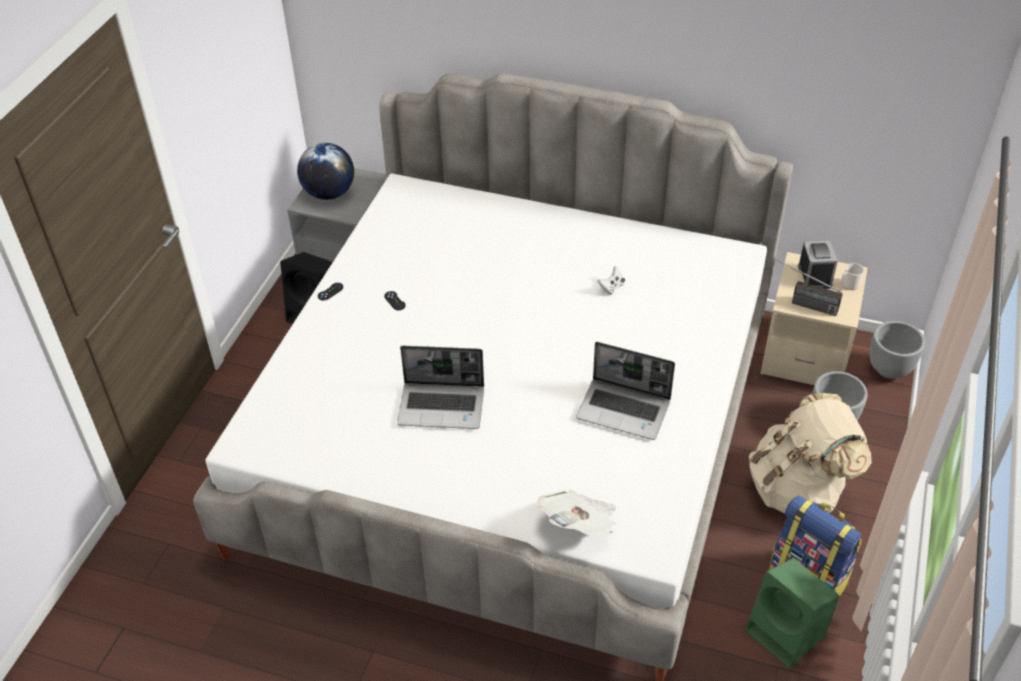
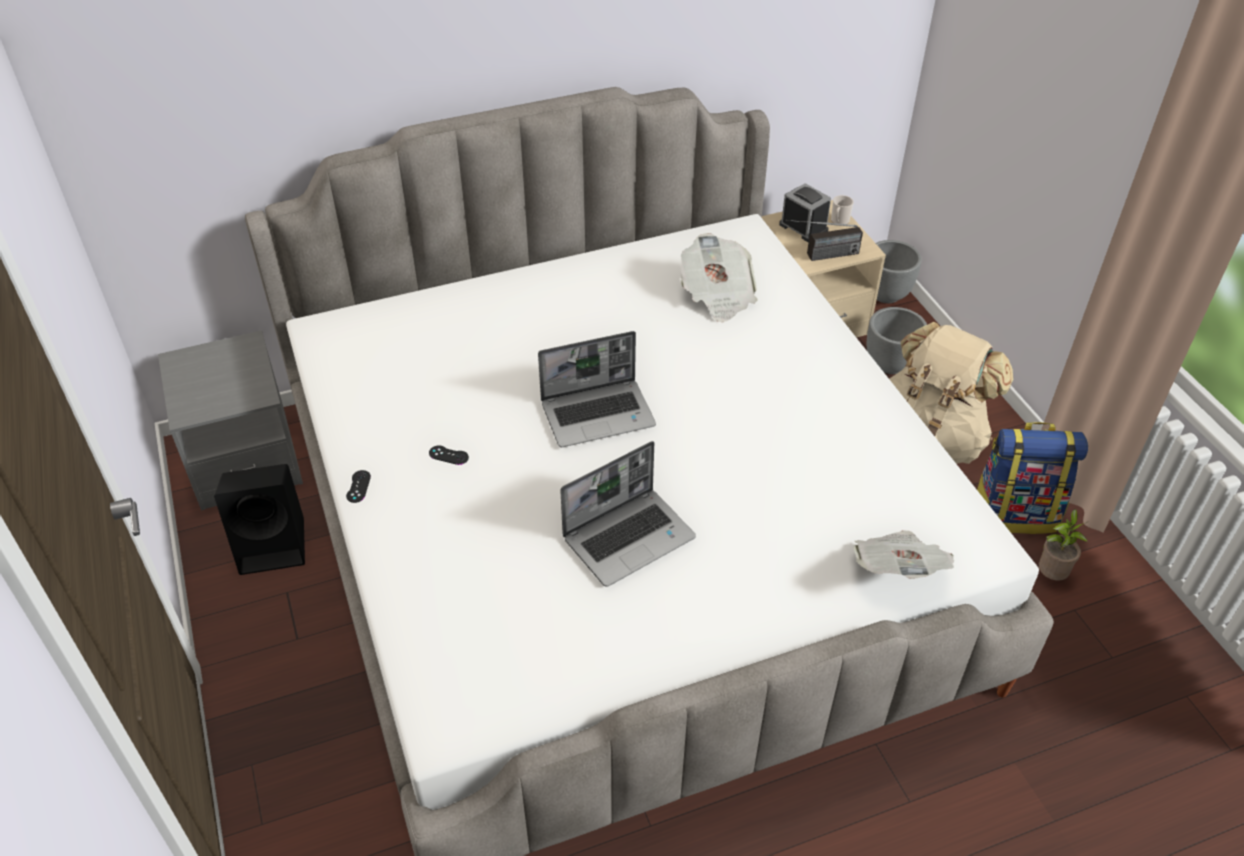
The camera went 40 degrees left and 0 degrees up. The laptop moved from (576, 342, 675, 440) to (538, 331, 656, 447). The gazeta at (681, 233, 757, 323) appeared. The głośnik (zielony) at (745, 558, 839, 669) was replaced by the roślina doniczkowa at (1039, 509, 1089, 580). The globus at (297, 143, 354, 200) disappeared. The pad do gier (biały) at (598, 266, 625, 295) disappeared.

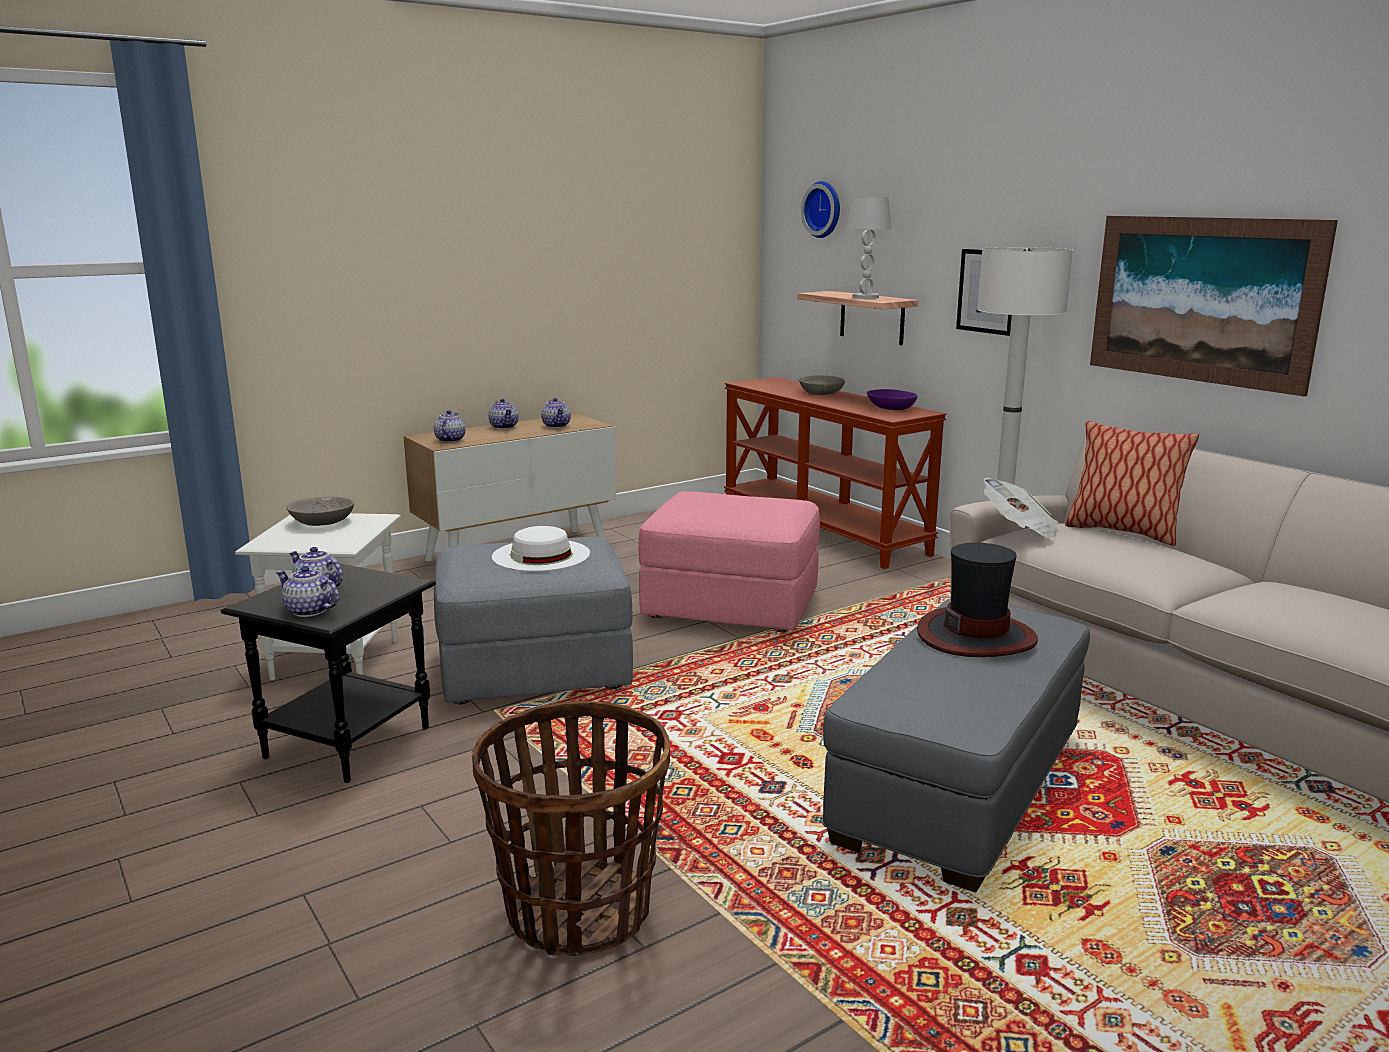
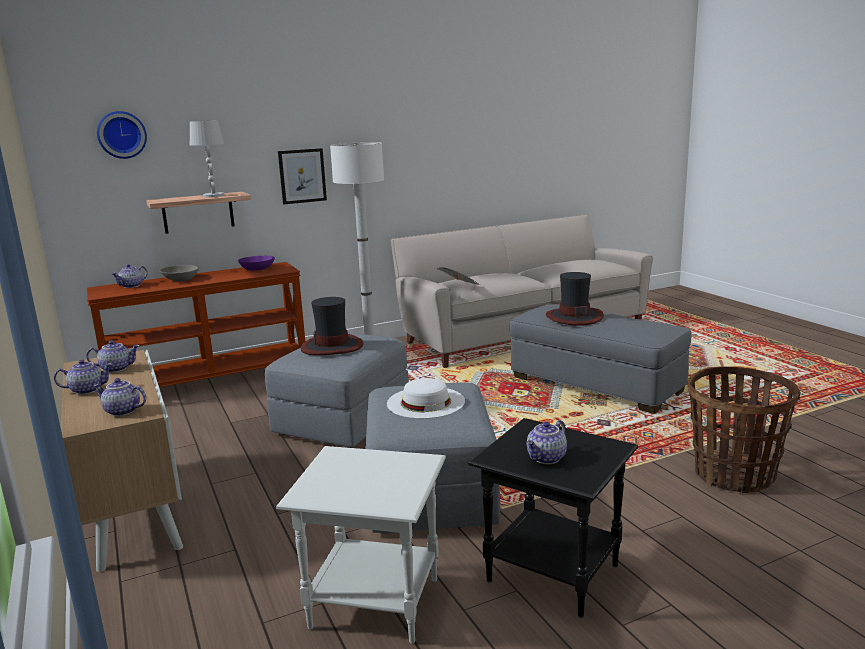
The camera went 80 degrees left and 0 degrees up. The imbryk moved from (276, 566, 339, 617) to (111, 264, 147, 288). The pufa (różowy) at (639, 491, 820, 632) became the pufa (szary) at (265, 332, 409, 448). The kapelusz at (300, 297, 364, 355) appeared. The miska (szary) at (286, 497, 354, 526) disappeared. The poduszka at (1065, 421, 1199, 546) disappeared. The obraz at (1090, 216, 1338, 397) disappeared.

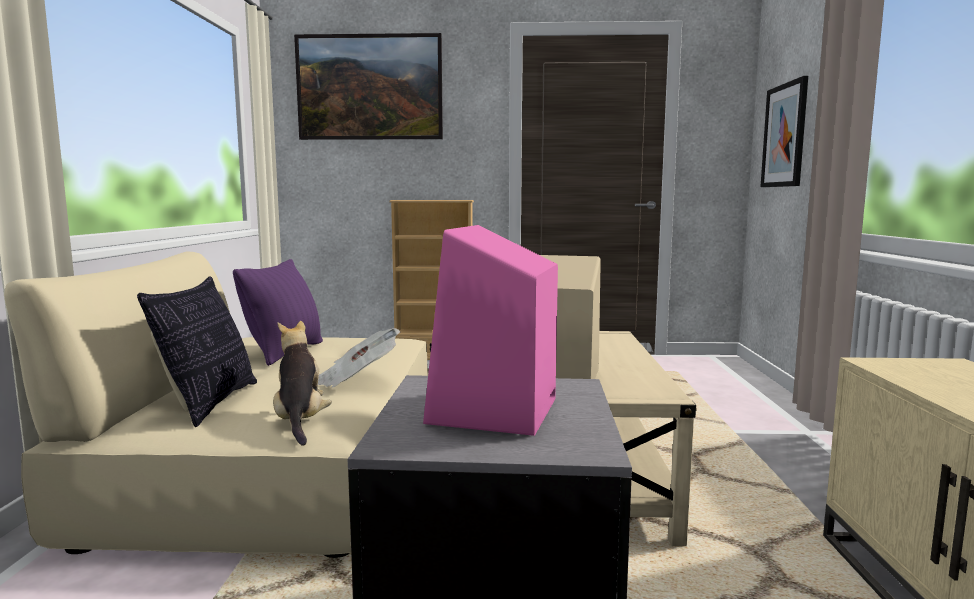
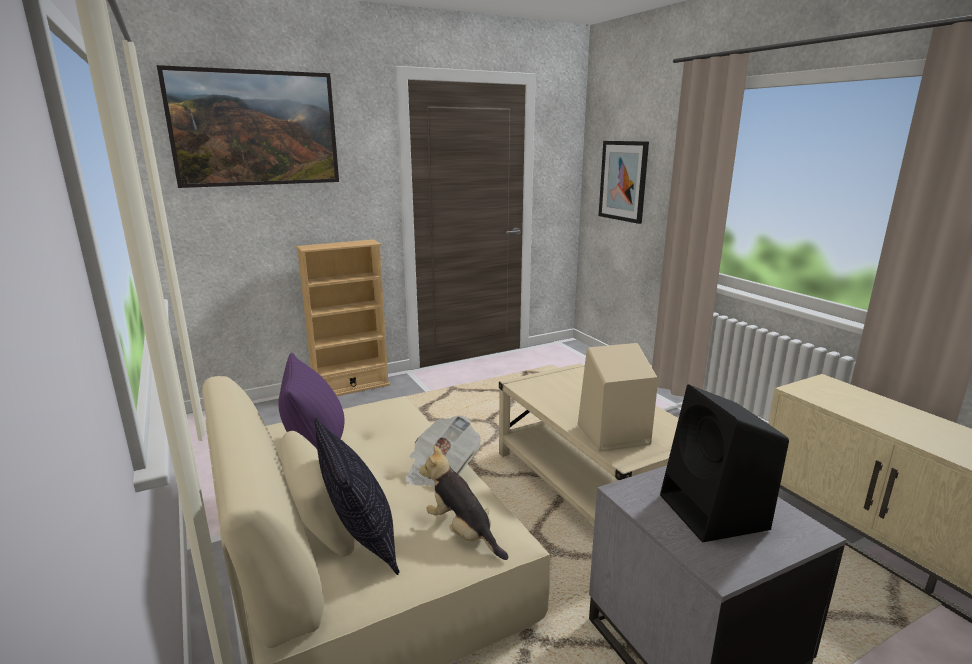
The camera went 30 degrees left and 10 degrees up. The głośnik (różowy) at (423, 225, 558, 436) became the głośnik (czarny) at (660, 384, 789, 542).

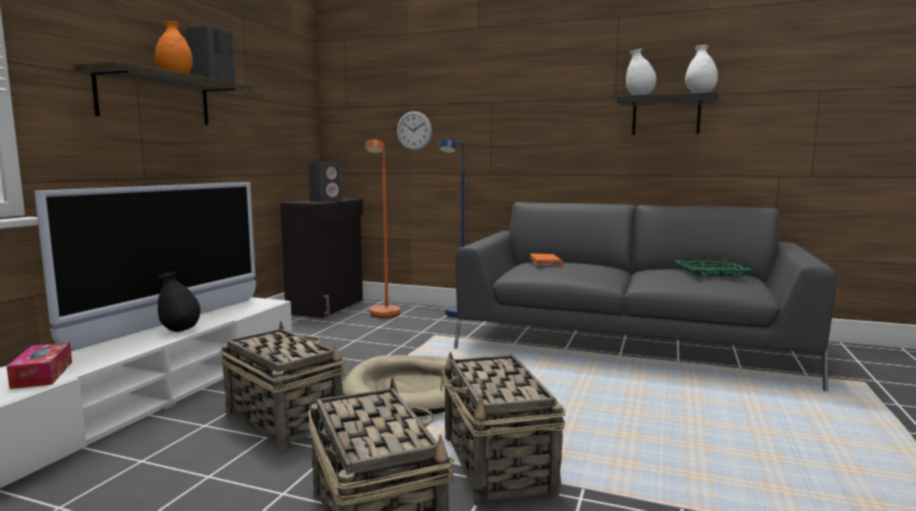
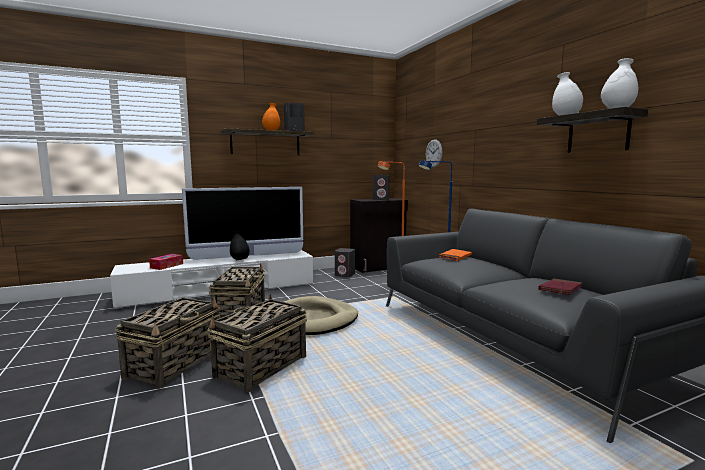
The camera went 45 degrees right and 0 degrees up. The głośnik (szary) at (335, 248, 355, 277) appeared. The taca (zielony) at (675, 260, 752, 276) was replaced by the książka (czerwony) at (538, 278, 583, 295).

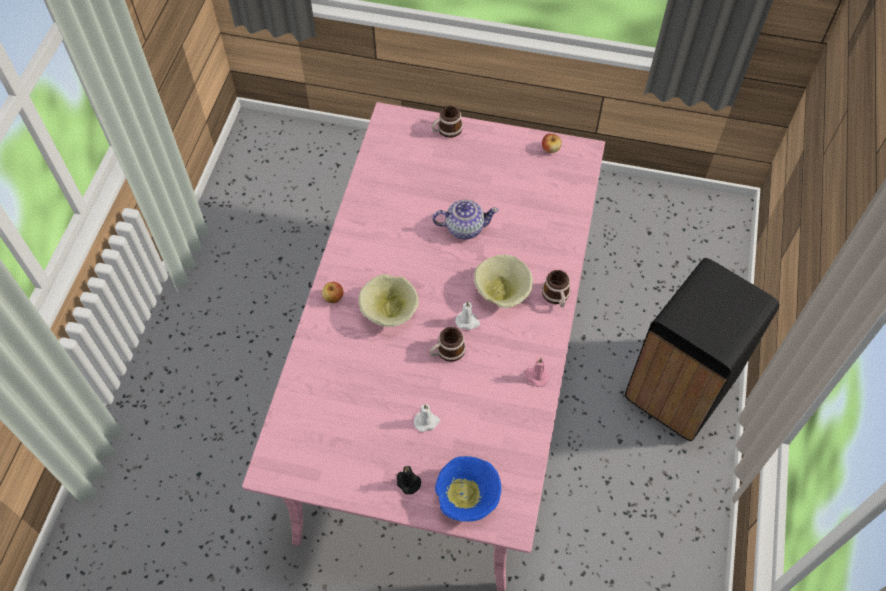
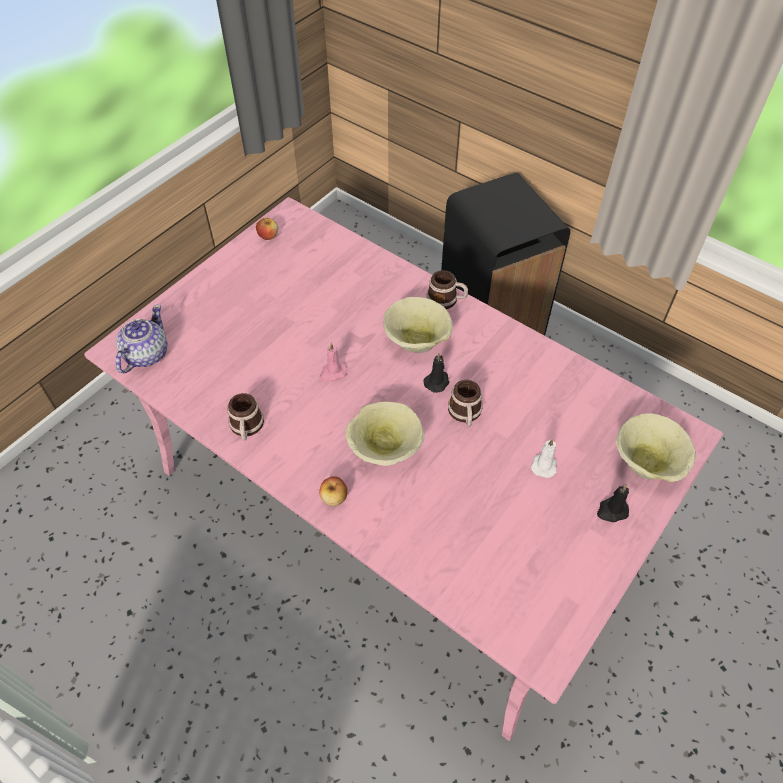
The camera went 65 degrees left and 5 degrees down. The imbryk moved from (432, 200, 499, 240) to (116, 304, 168, 373). The kubek moved from (432, 106, 463, 138) to (227, 393, 264, 441). The świeca (różowy) moved from (525, 358, 550, 387) to (320, 343, 347, 382). The świeca (biały) at (455, 301, 480, 330) became the świeca (czarny) at (423, 353, 450, 393). The miska (niebieski) at (435, 456, 501, 522) became the miska (beżowy) at (616, 413, 696, 482).

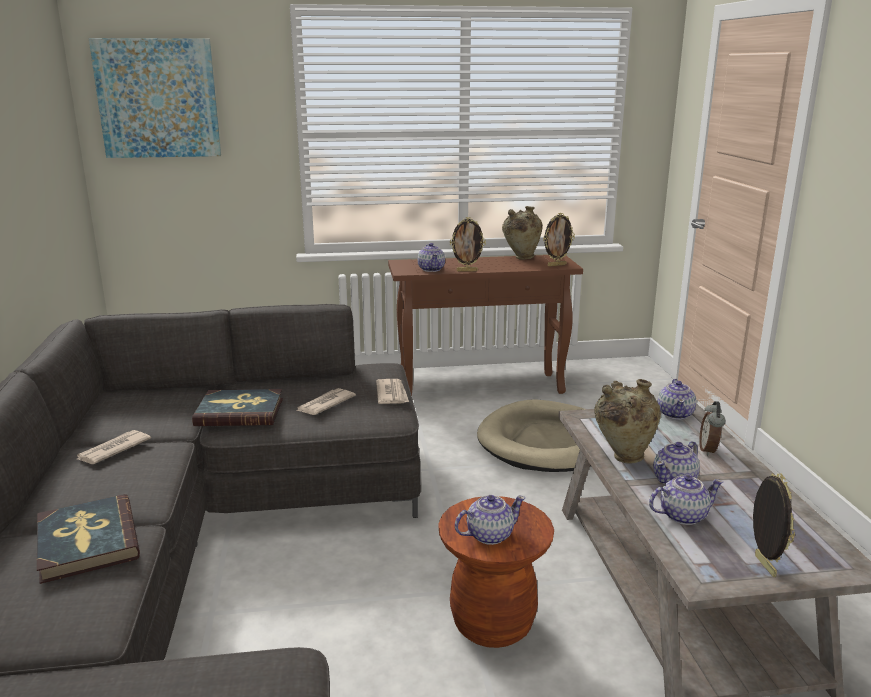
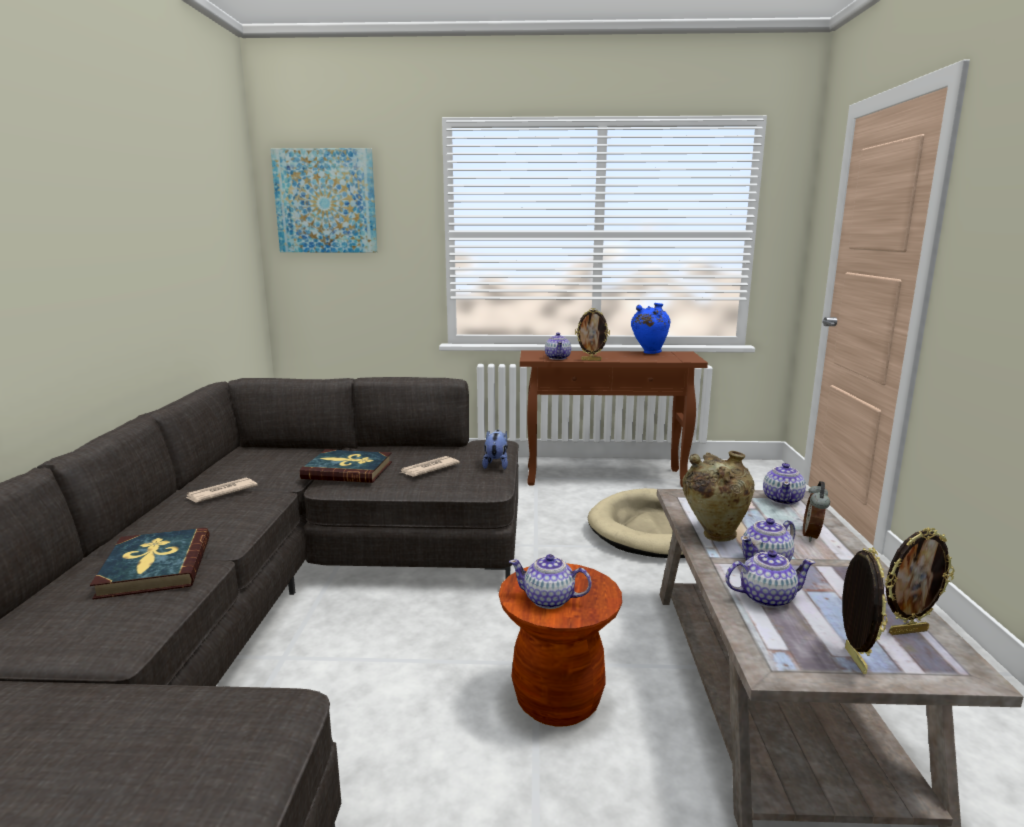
The camera went 10 degrees right and 5 degrees down. The gazeta at (376, 379, 409, 404) was replaced by the pluszak at (482, 430, 508, 469). The imbryk at (455, 495, 525, 545) turned 150 degrees counterclockwise. The wazon (beżowy) at (502, 206, 543, 259) became the wazon (niebieski) at (631, 303, 670, 354). The ramka na zdjęcie moved from (543, 213, 575, 267) to (885, 527, 954, 635).

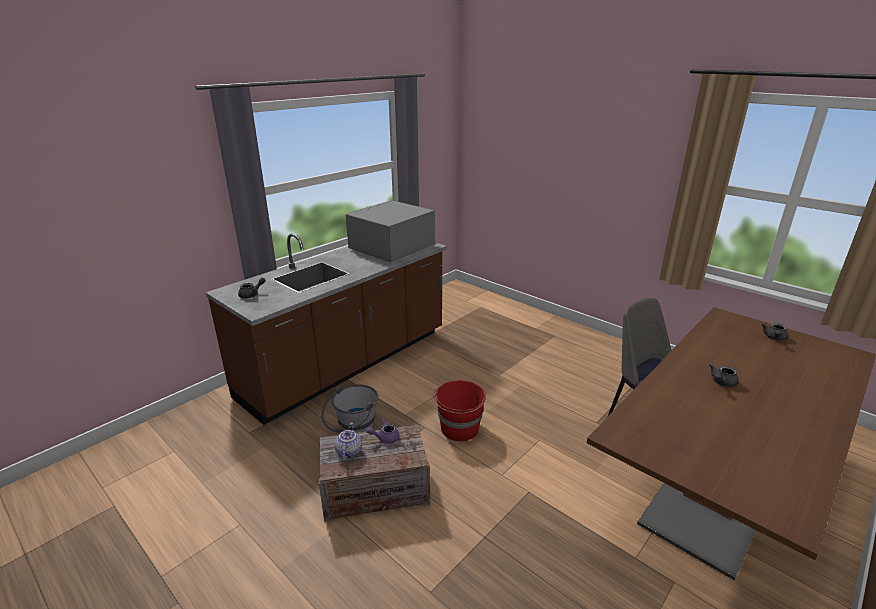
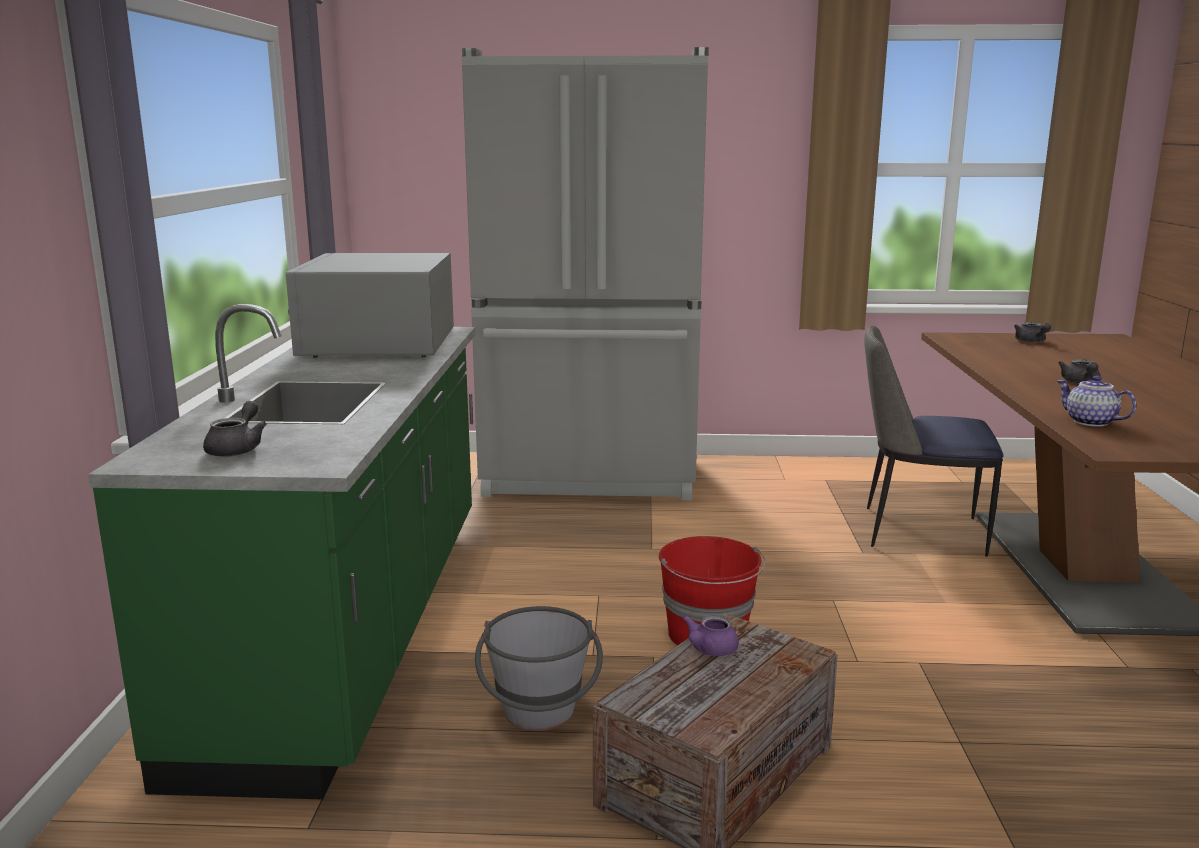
The camera went 40 degrees left and 10 degrees down. The zabudowa kuchenna (brązowy) at (205, 233, 447, 425) became the zabudowa kuchenna (zielony) at (88, 304, 475, 799). The lodówka (szary) at (461, 47, 709, 500) appeared. The imbryk moved from (334, 423, 362, 461) to (1057, 376, 1136, 427).

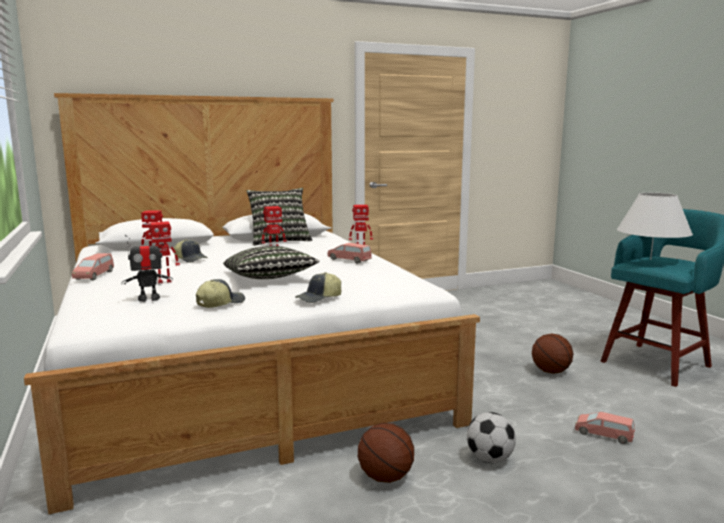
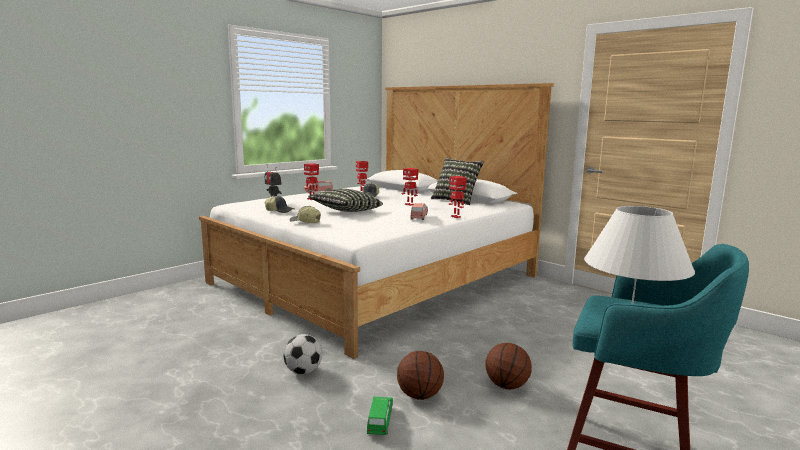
The camera went 65 degrees right and 0 degrees up. The samochodzik (różowy) at (575, 412, 635, 444) became the samochodzik (zielony) at (367, 397, 393, 435). The piłka do koszykówki moved from (358, 423, 414, 483) to (397, 351, 444, 400).

